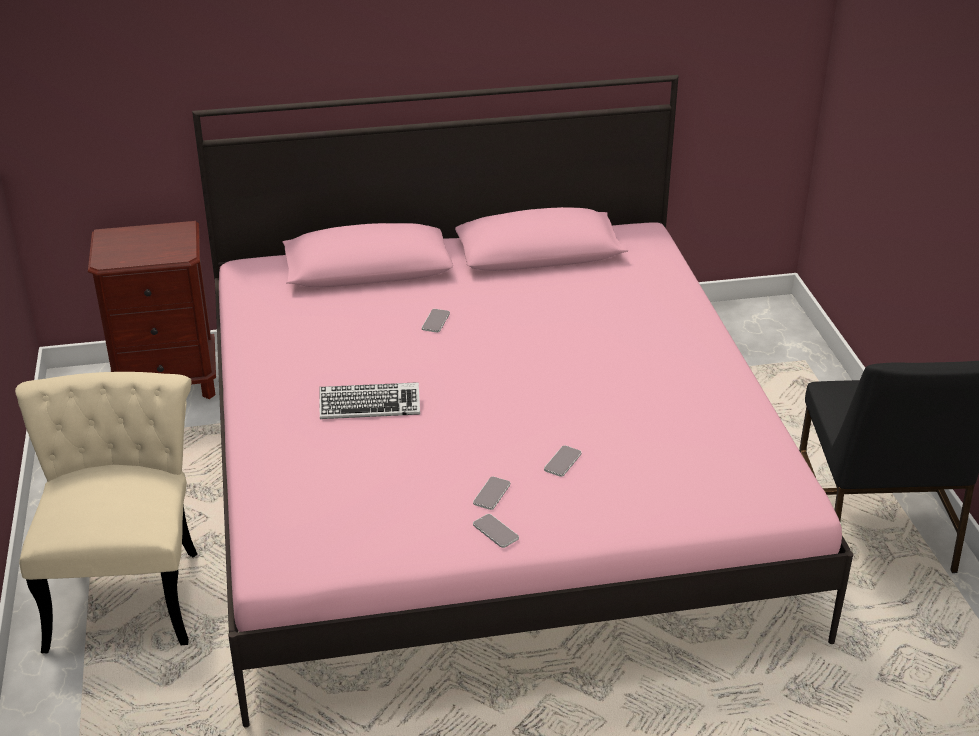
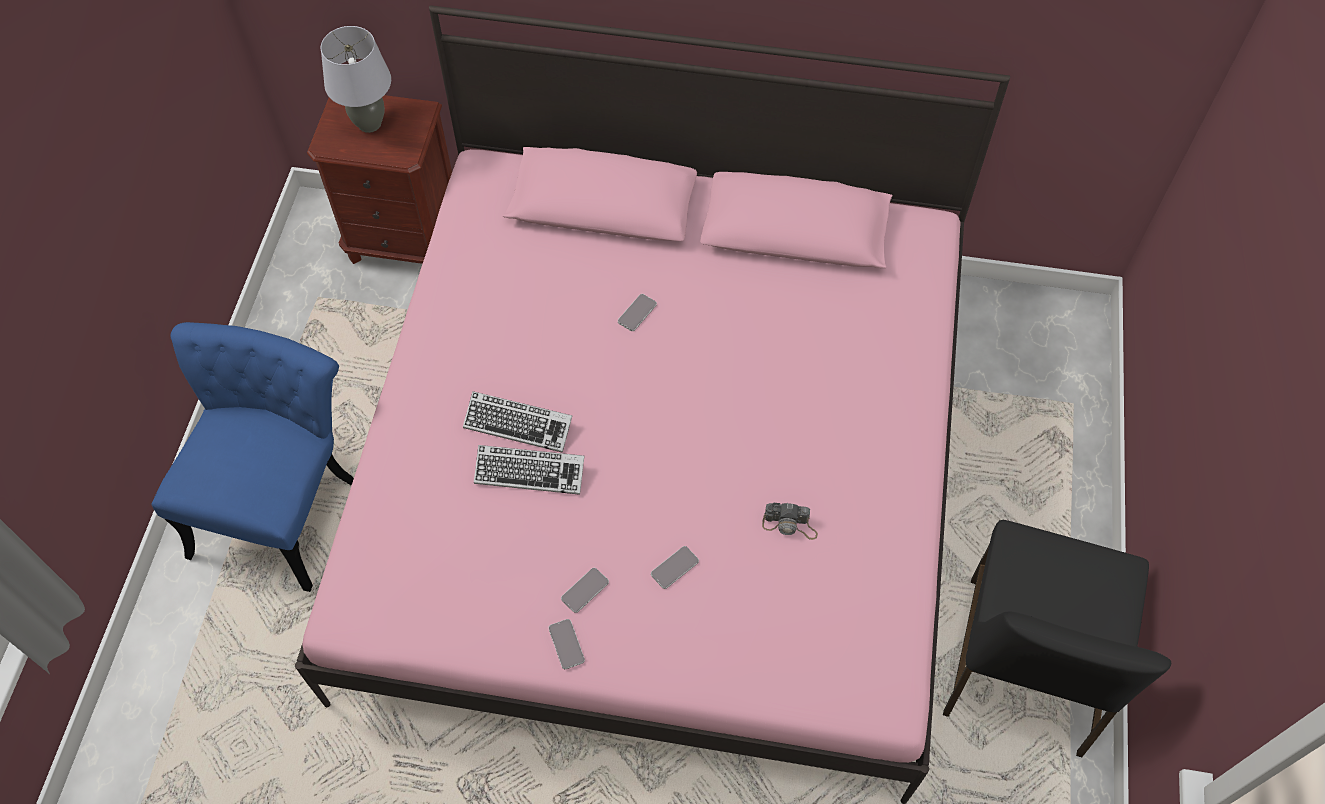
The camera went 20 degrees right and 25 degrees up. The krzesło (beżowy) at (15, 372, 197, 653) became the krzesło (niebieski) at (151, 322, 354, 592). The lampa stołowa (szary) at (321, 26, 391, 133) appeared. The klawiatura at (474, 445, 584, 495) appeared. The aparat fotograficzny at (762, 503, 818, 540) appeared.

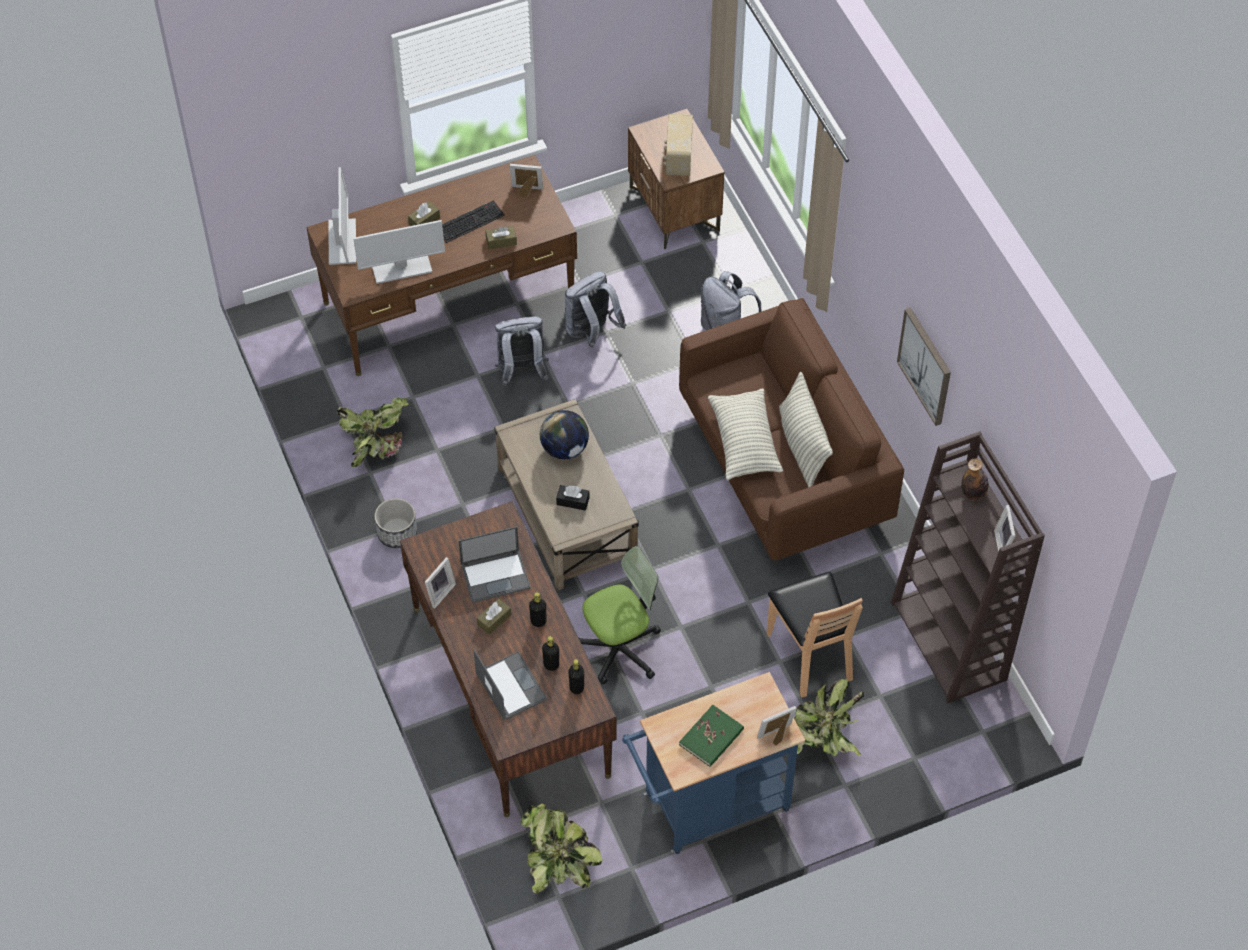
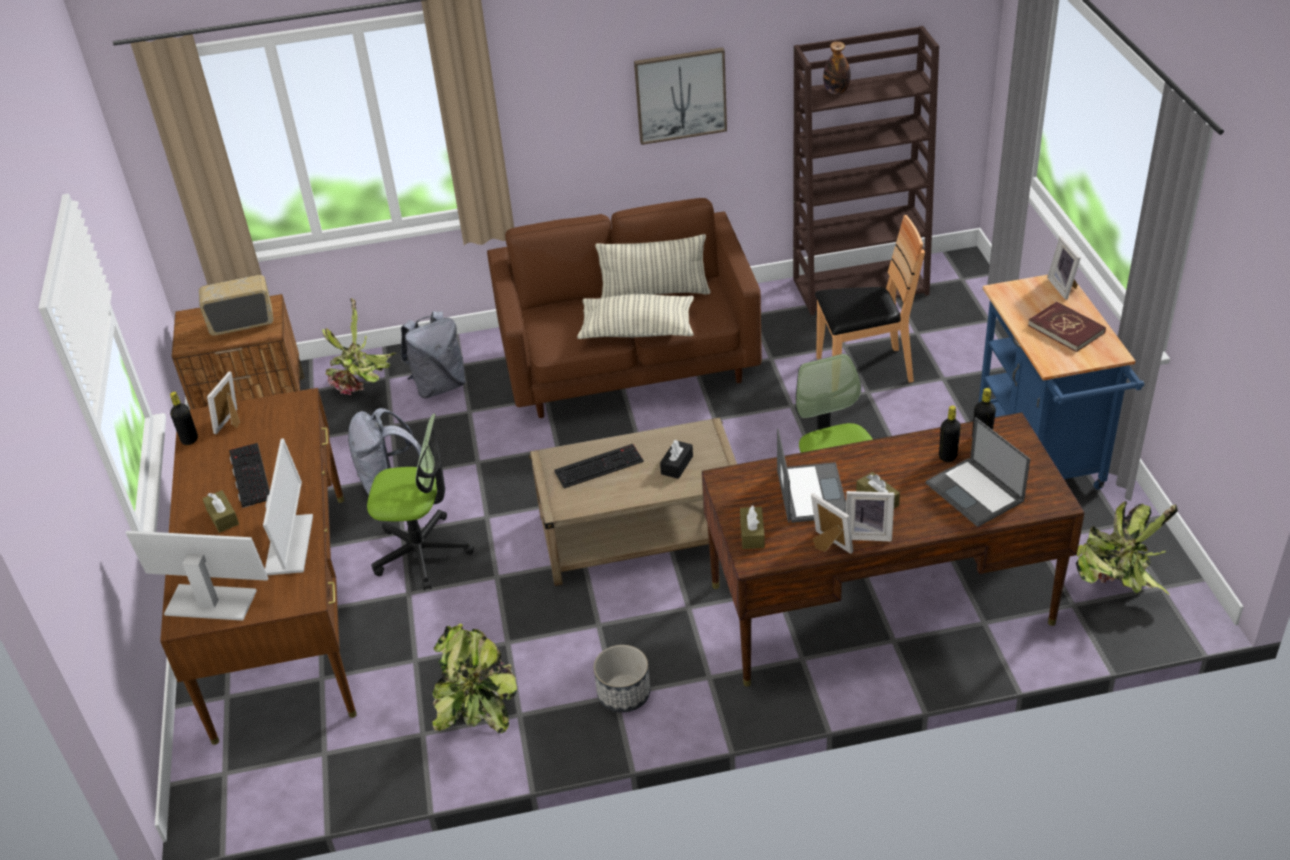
The camera went 75 degrees left and 15 degrees down. The butelka (czarny) moved from (529, 592, 546, 627) to (170, 392, 198, 445). The radio at (663, 114, 693, 176) turned 150 degrees clockwise. The roślina doniczkowa moved from (794, 679, 864, 756) to (322, 298, 396, 395). The plecak (szary) at (494, 317, 549, 386) was replaced by the krzesło biurowe at (367, 414, 474, 591). The globus at (540, 410, 589, 459) was replaced by the klawiatura at (554, 444, 644, 488). The pudełko chusteczek (brązowy) moved from (486, 226, 517, 249) to (740, 505, 765, 549). The ramka na zdjęcie moved from (994, 505, 1015, 552) to (846, 491, 895, 541). The laptop at (474, 649, 547, 721) turned 105 degrees counterclockwise. The książka (zielony) at (679, 705, 744, 767) became the książka (czerwony) at (1028, 302, 1106, 352).

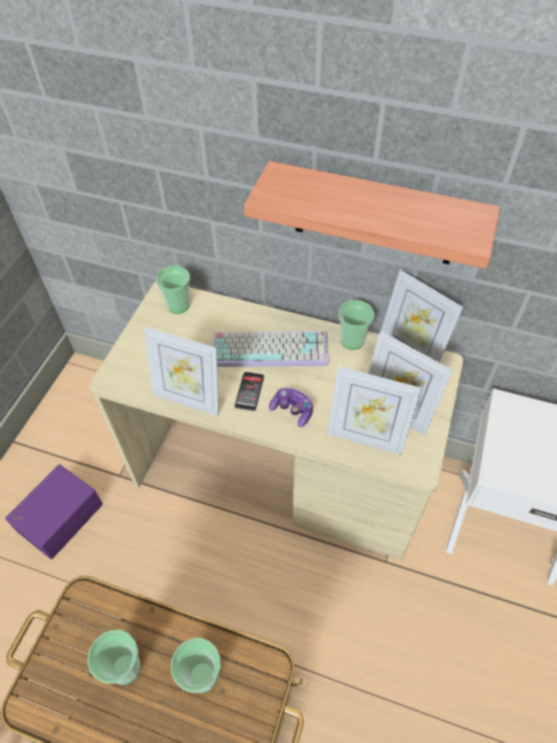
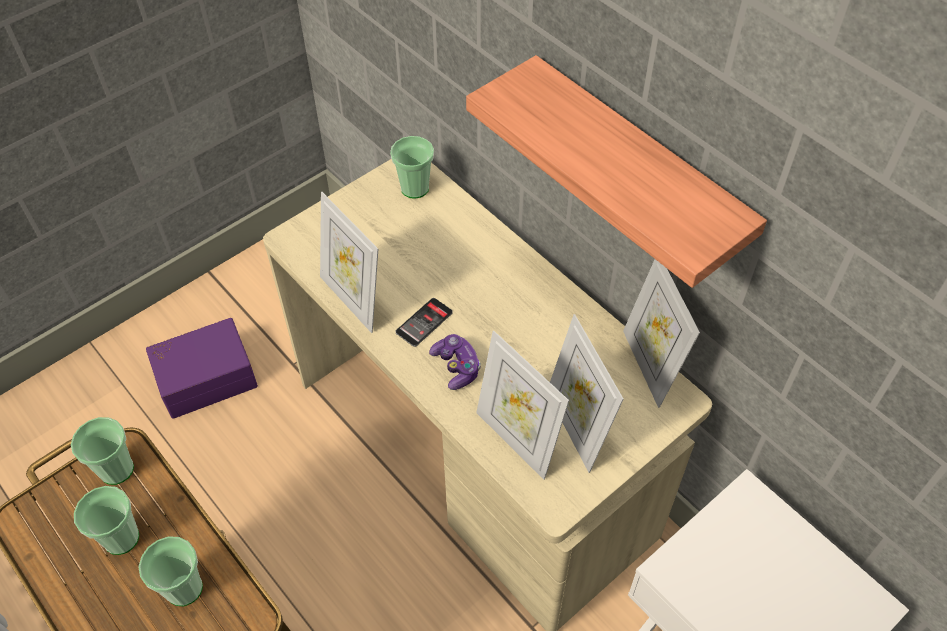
The camera went 30 degrees right and 0 degrees up. The filiżanka moved from (338, 300, 375, 350) to (71, 417, 134, 485). The klawiatura at (213, 331, 328, 367) disappeared.

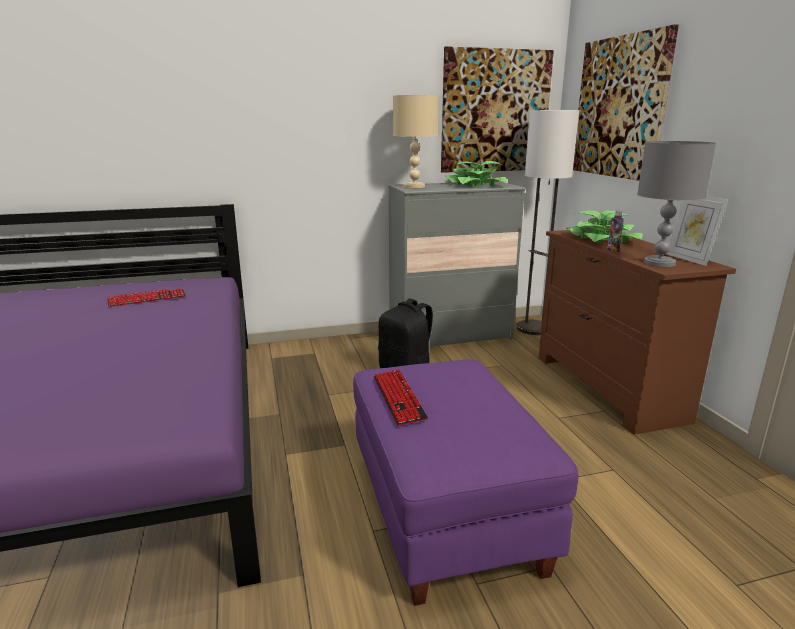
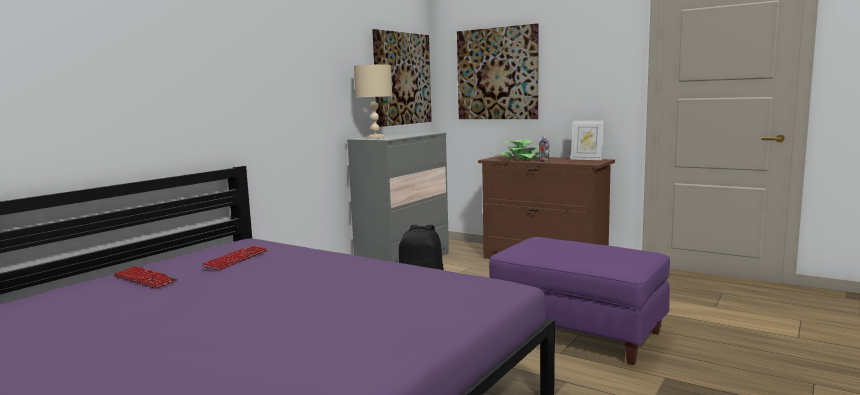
The camera went 40 degrees left and 10 degrees down. The klawiatura moved from (374, 369, 428, 426) to (113, 266, 178, 289). The roślina doniczkowa at (446, 161, 507, 187) disappeared. The lampa stojąca at (517, 110, 579, 335) disappeared. The lampa stołowa (szary) at (637, 141, 716, 267) disappeared.

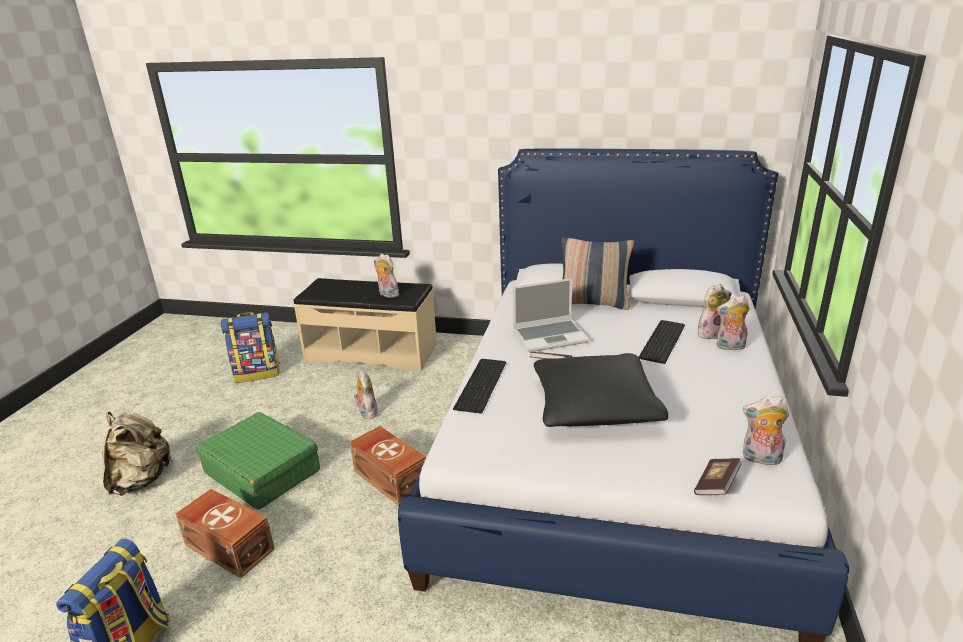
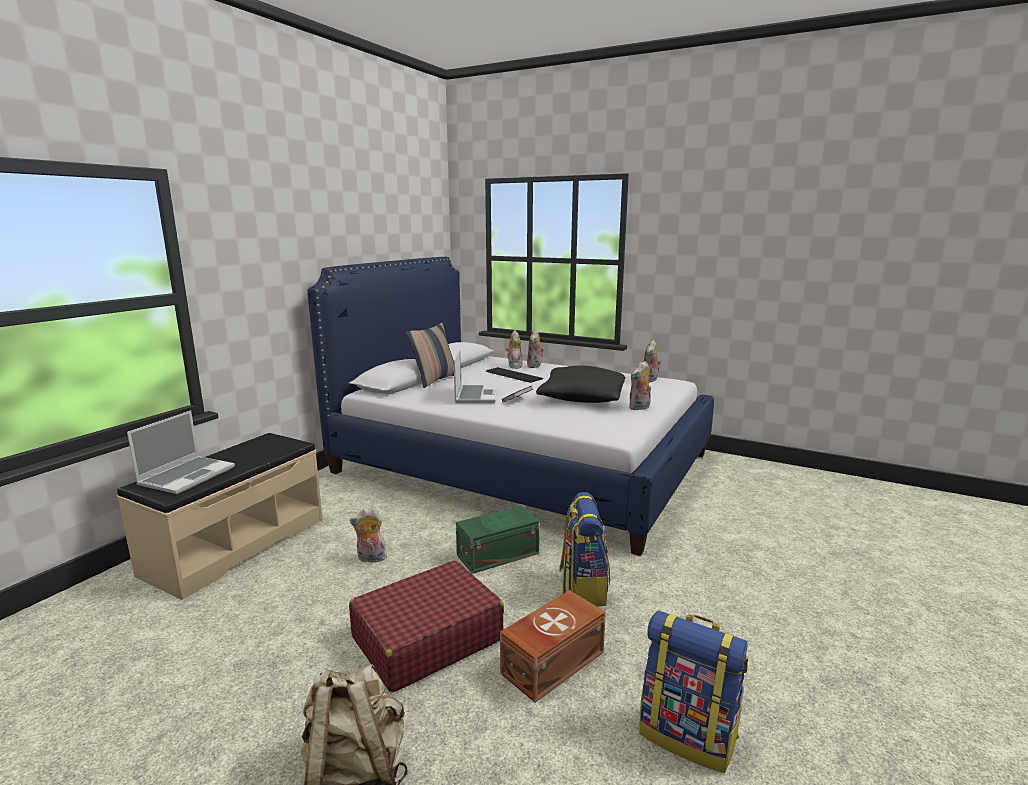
The camera went 75 degrees left and 10 degrees down. The laptop at (127, 410, 235, 494) appeared. The walizka (zielony) at (197, 412, 320, 510) became the walizka (czerwony) at (349, 560, 504, 692). The pojemnik do przechowywania (brązowy) at (350, 426, 426, 506) became the pojemnik do przechowywania (zielony) at (456, 506, 540, 574). The plecak moved from (220, 312, 280, 383) to (559, 492, 610, 606). The pluszak moved from (374, 254, 399, 298) to (629, 361, 651, 410). The klawiatura at (453, 359, 506, 414) disappeared. The książka at (694, 458, 742, 495) disappeared.

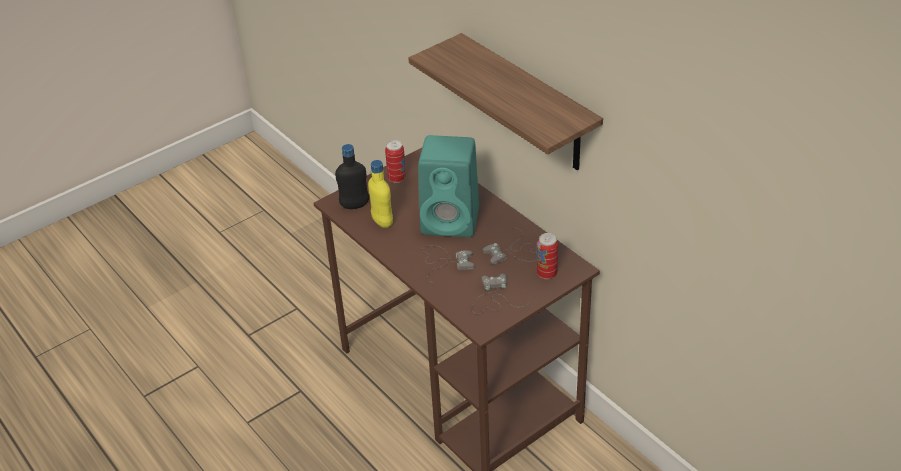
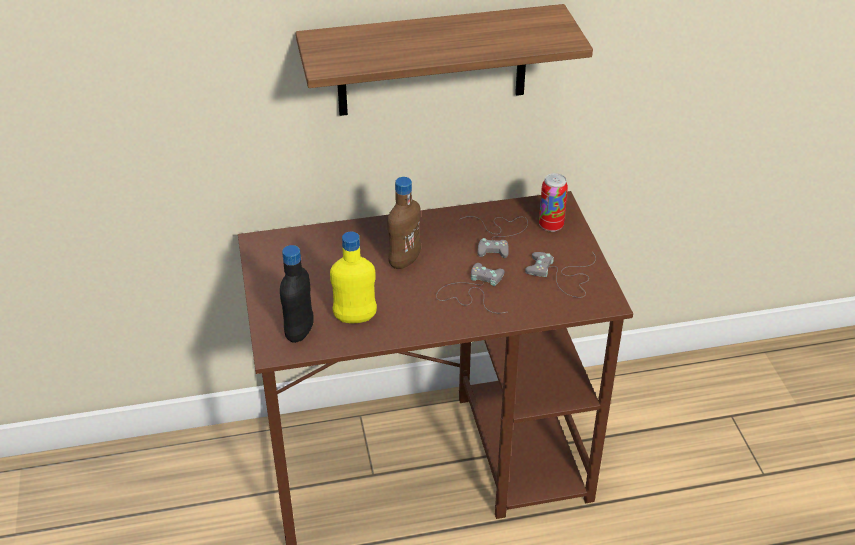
The camera went 65 degrees left and 0 degrees up. The głośnik (turkusowy) at (418, 135, 479, 237) was replaced by the butelka (brązowy) at (387, 177, 421, 269). The puszka at (385, 140, 406, 183) disappeared.

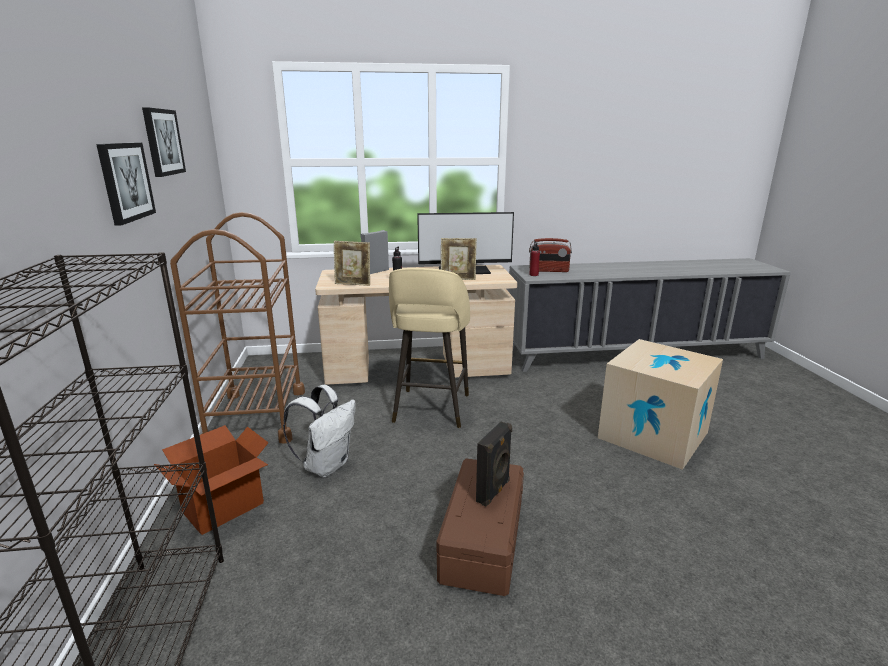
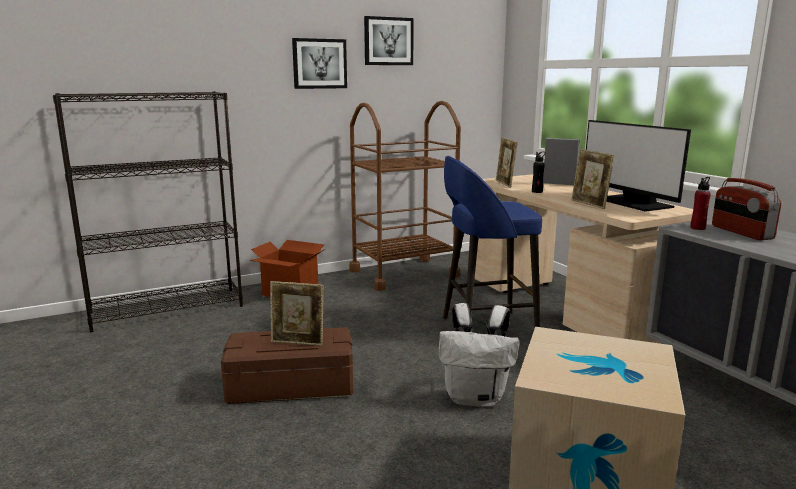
The camera went 70 degrees right and 5 degrees down. The głośnik (czarny) at (476, 422, 512, 507) was replaced by the ramka na zdjęcie at (270, 281, 323, 346). The plecak (biały) moved from (283, 385, 356, 477) to (439, 303, 519, 407). The stołek (beżowy) at (389, 268, 470, 428) became the stołek (niebieski) at (443, 156, 542, 327).

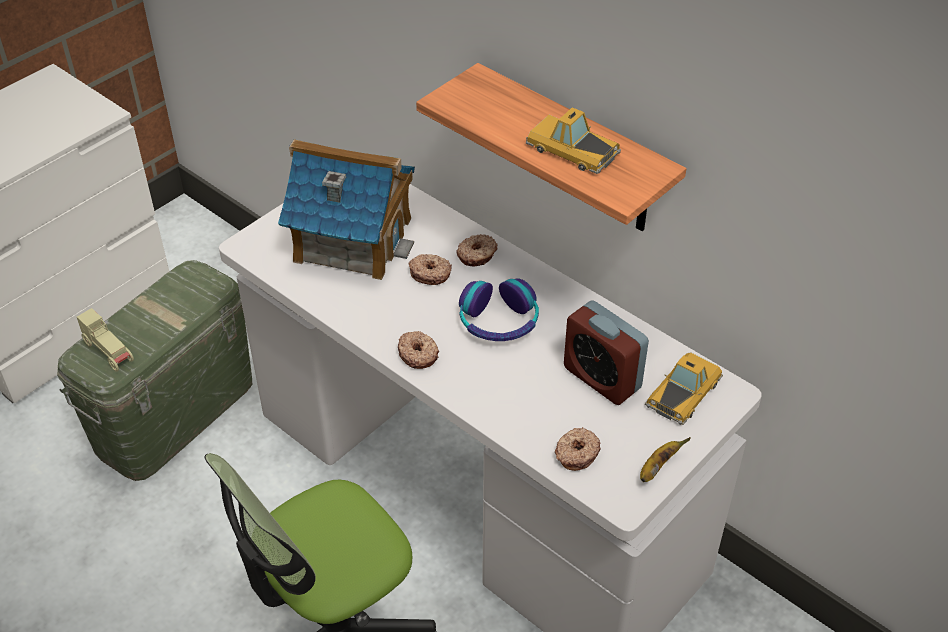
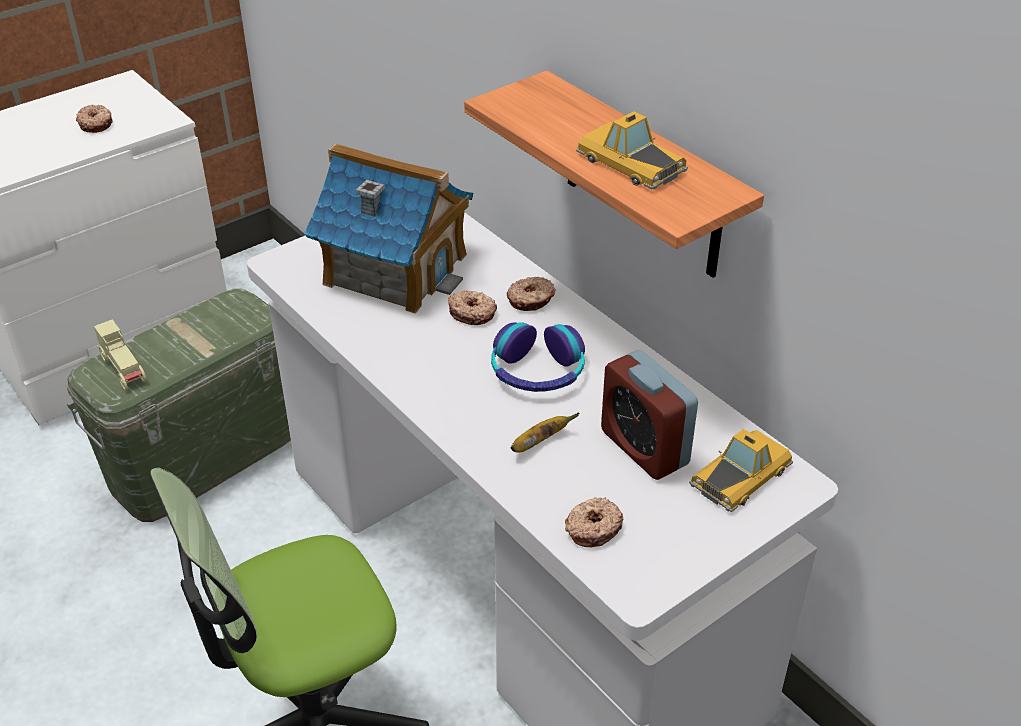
The camera went 10 degrees right and 5 degrees down. The donut moved from (398, 331, 439, 369) to (76, 105, 113, 133). The banan moved from (640, 437, 691, 482) to (511, 413, 579, 453).

